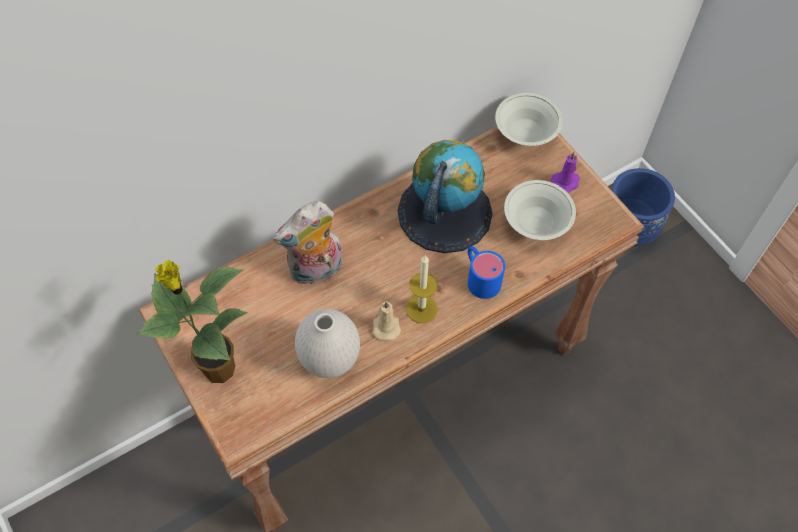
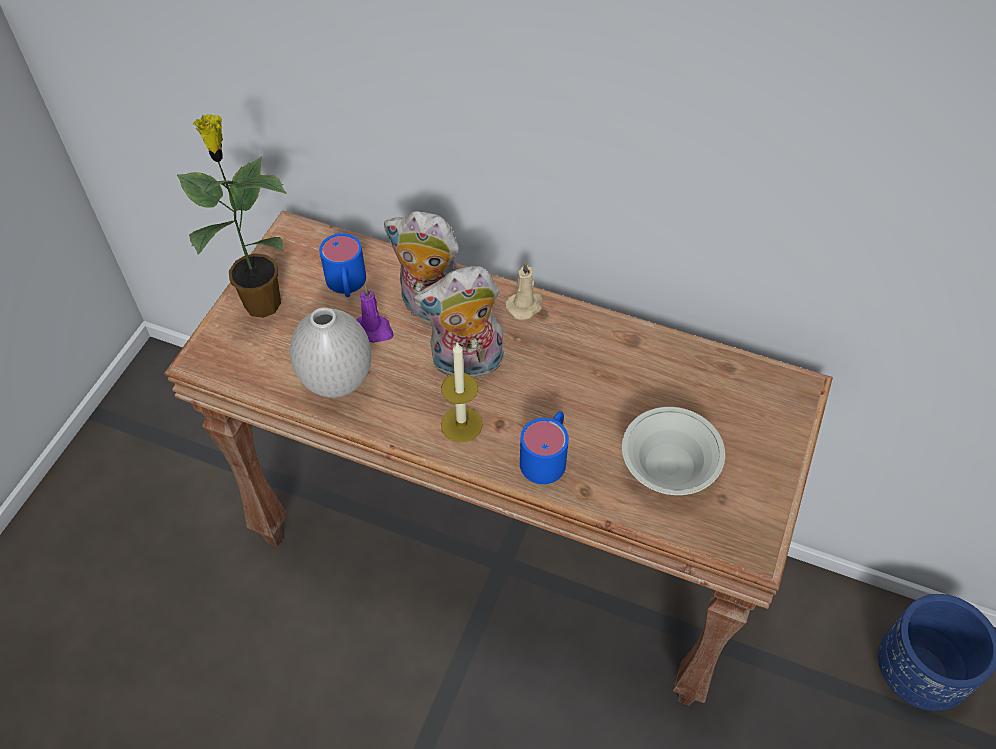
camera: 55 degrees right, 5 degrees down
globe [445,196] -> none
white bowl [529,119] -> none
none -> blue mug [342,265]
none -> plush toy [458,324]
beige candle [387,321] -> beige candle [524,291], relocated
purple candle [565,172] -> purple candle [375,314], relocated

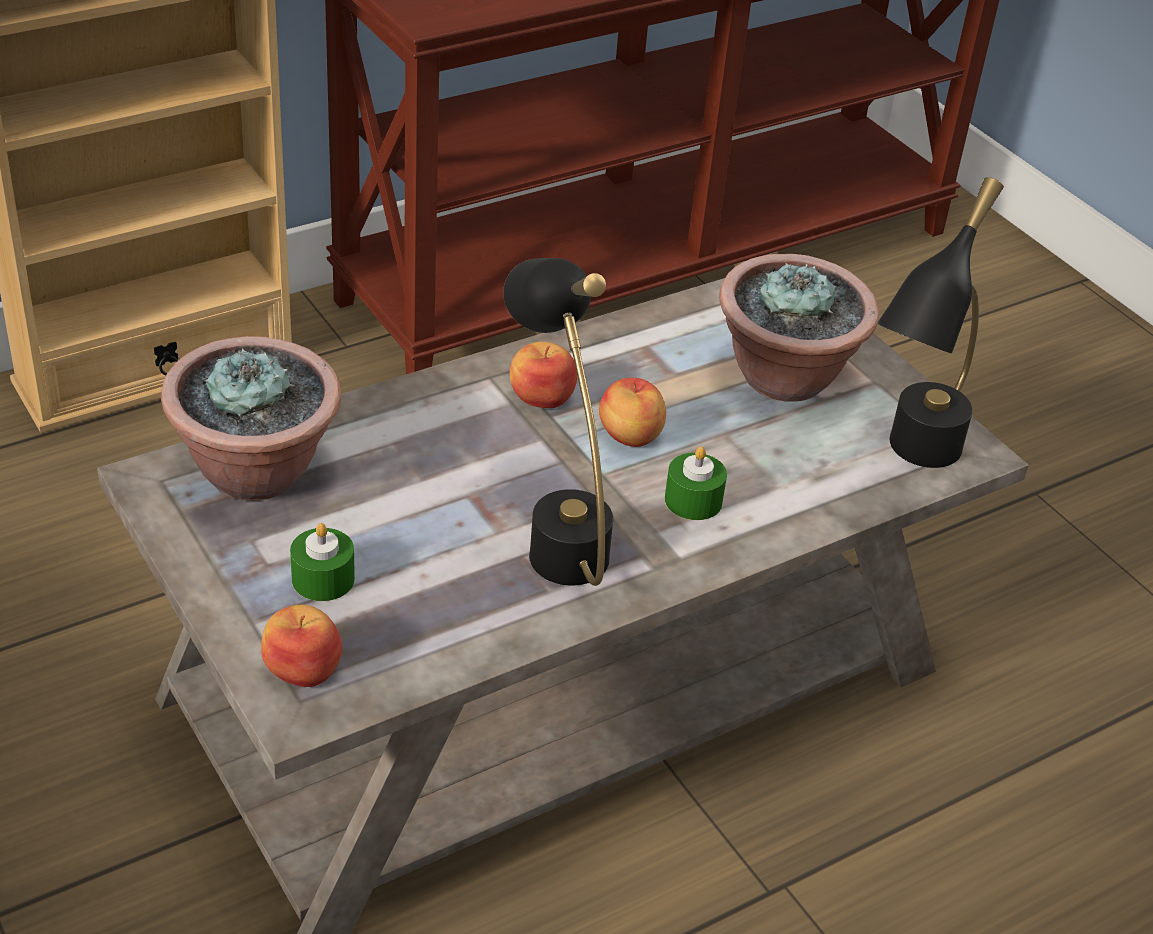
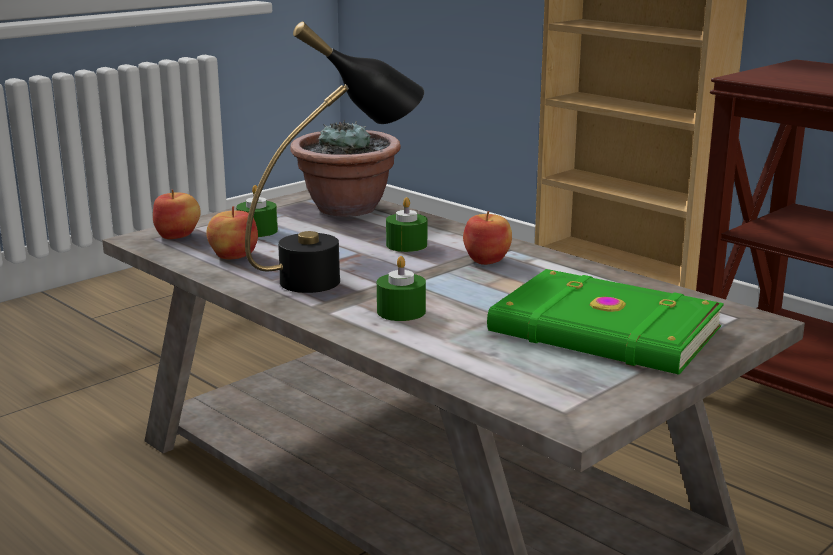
camera: 80 degrees right, 20 degrees down
black table lamp [940,322] -> none
none -> green candle [406,224]
apple [632,412] -> apple [232,232], relocated
potted plant [799,328] -> green book [605,322]

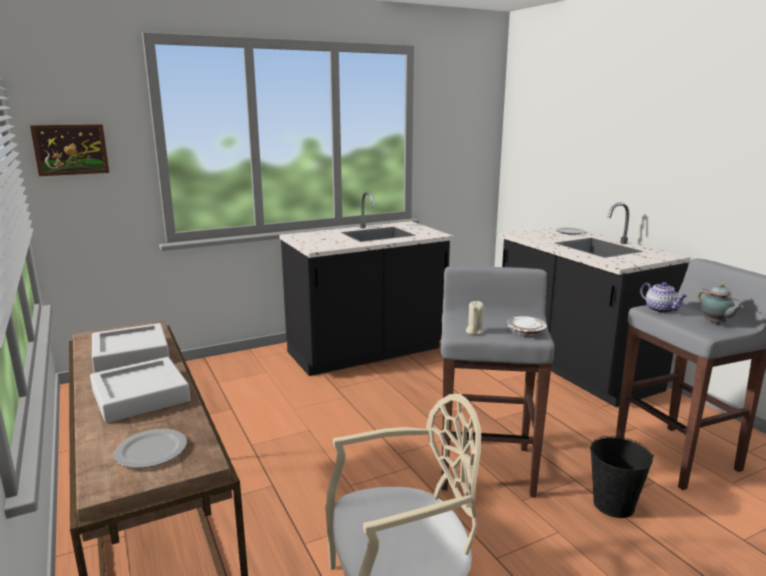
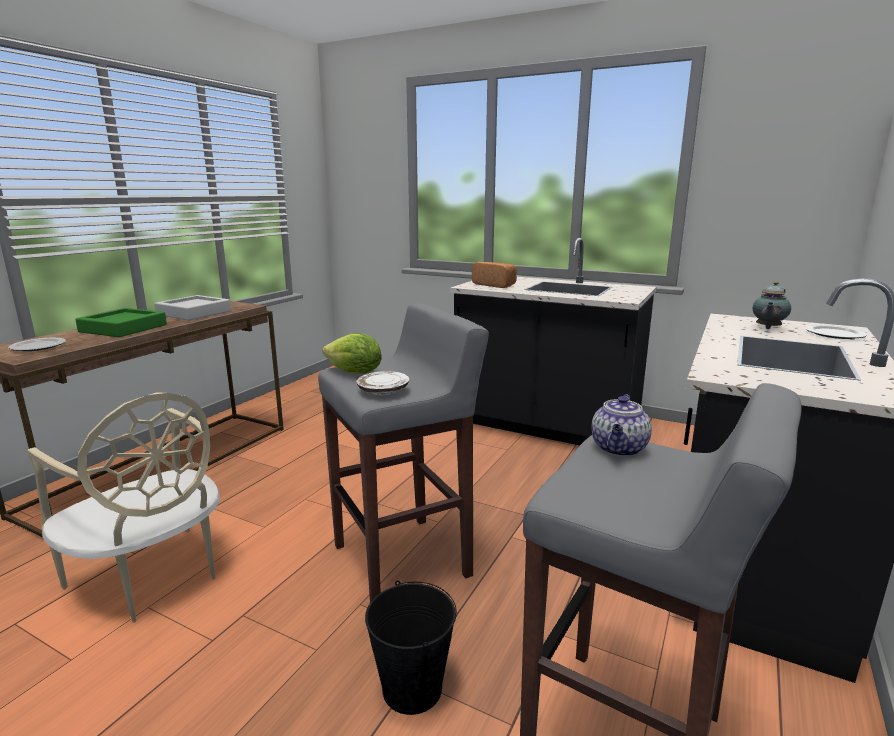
camera: 55 degrees right, 0 degrees up
picture [69,150] -> none
none -> bread [494,275]
teapot [720,303] -> teapot [772,305], relocated
beige candle [475,318] -> lettuce [352,353]
grey tray [140,390] -> green tray [121,322]

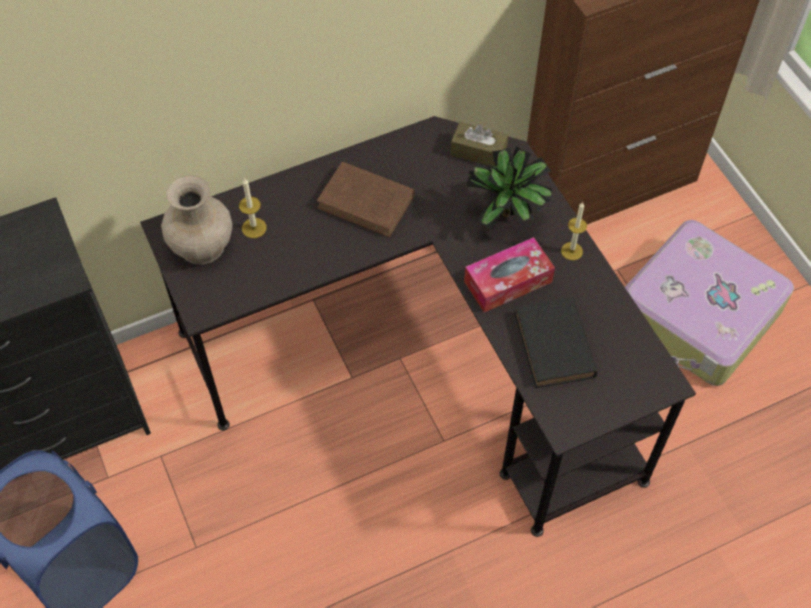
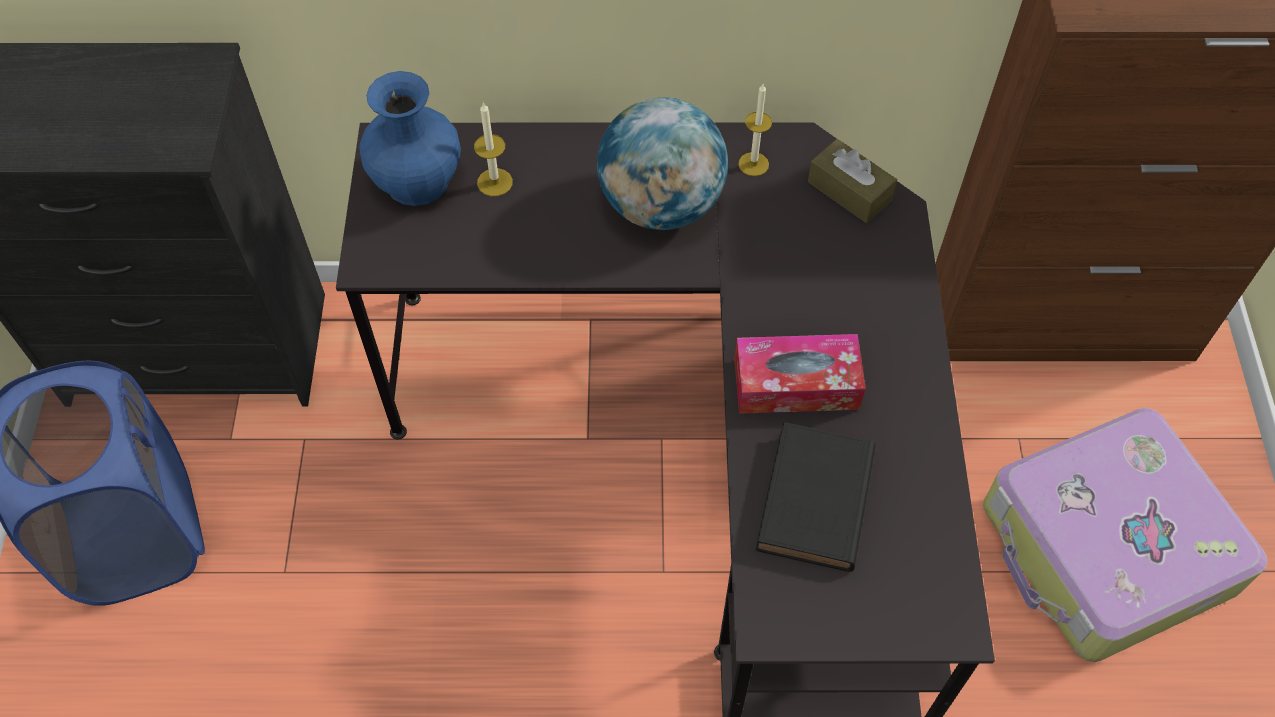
camera: 25 degrees right, 0 degrees up
potted plant [509,188] -> none
candle [574,231] -> candle [755,130], relocated
brown book [366,199] -> globe [662,163]
beige vase [197,220] -> blue vase [410,138]

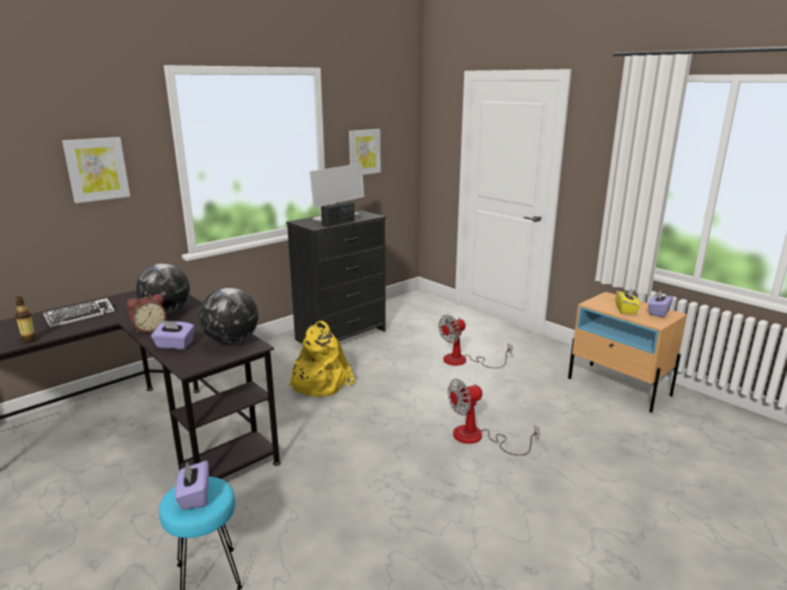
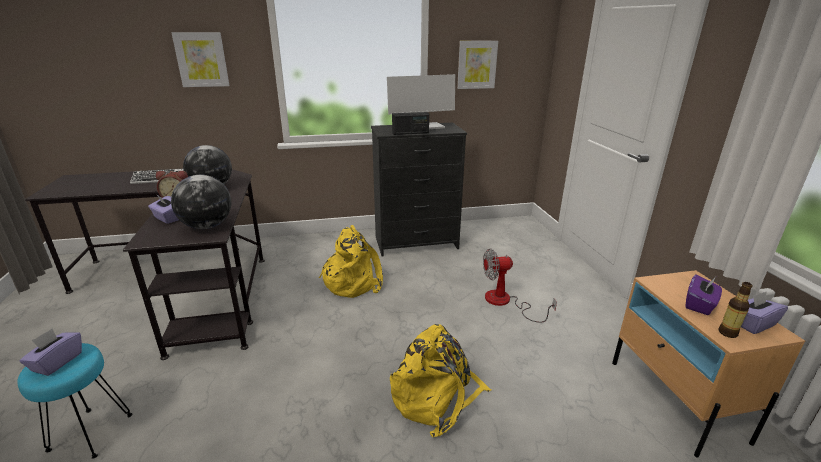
camera: 30 degrees right, 5 degrees up
bottle [26,319] -> bottle [736,310], relocated
fan [494,417] -> yellow backpack [440,380]
yellow tissue box [628,301] -> purple tissue box [703,294]

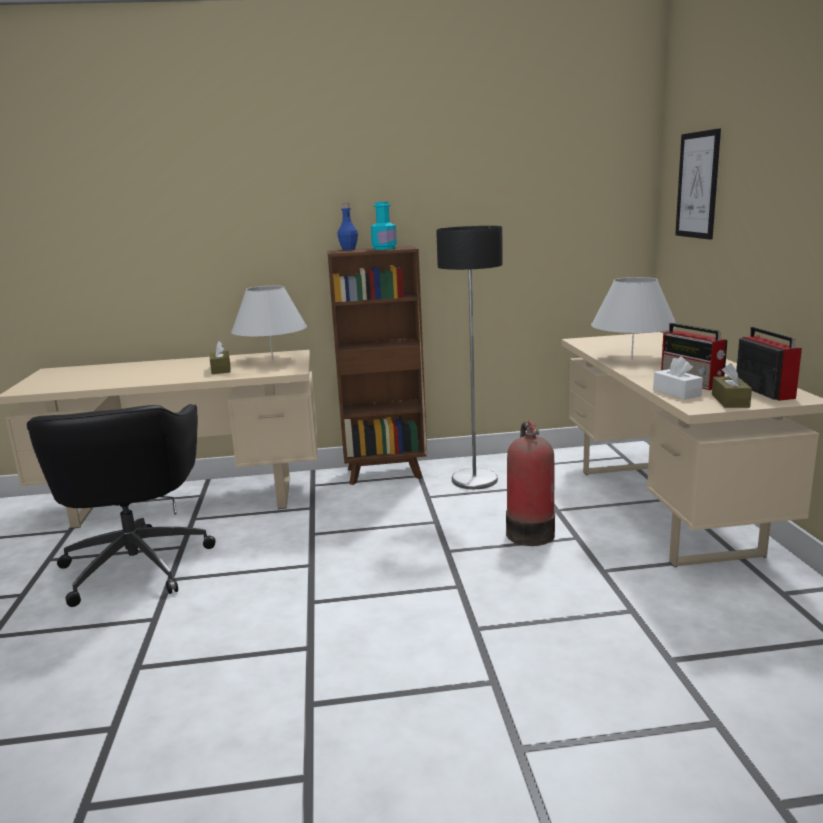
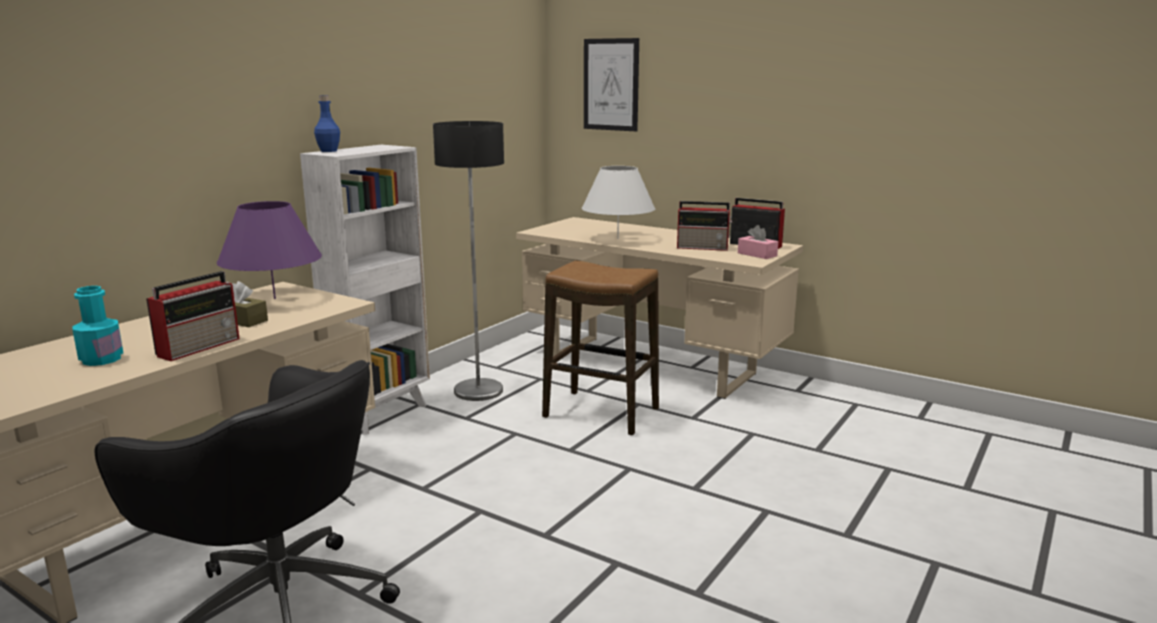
camera: 50 degrees left, 0 degrees up
white tissue box [678,378] -> none
none -> radio [193,316]
turquoise bottle [384,226] -> turquoise bottle [97,326], relocated
fire extinguisher [530,483] -> stool [600,348]
white table lamp [269,323] -> purple table lamp [269,250]
brown bookcase [377,365] -> white bookcase [365,290]
brown tissue box [732,385] -> pink tissue box [758,242]

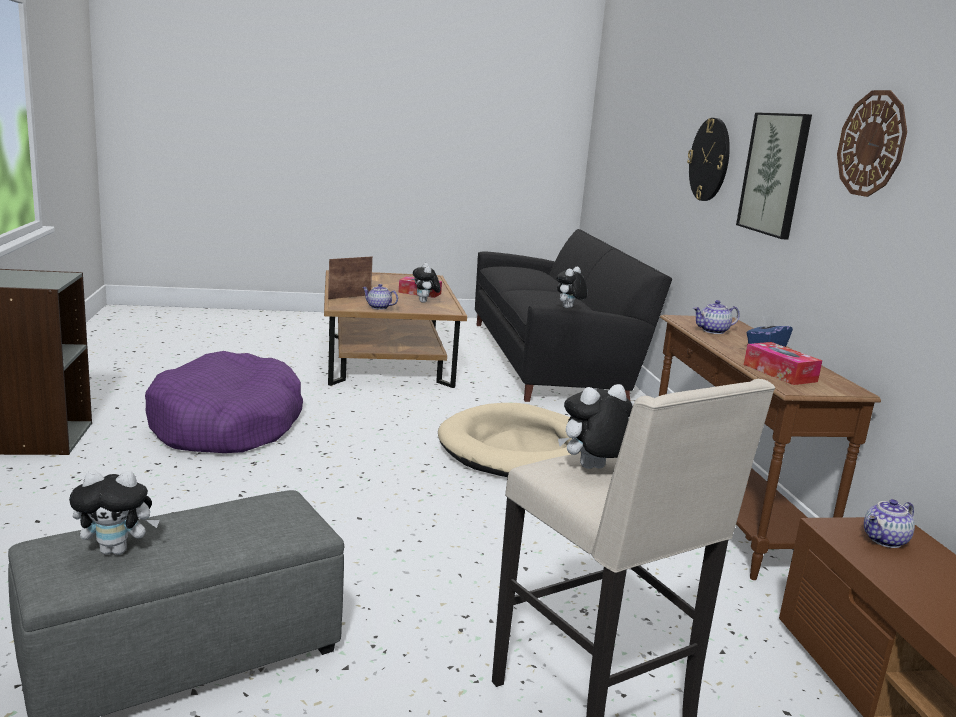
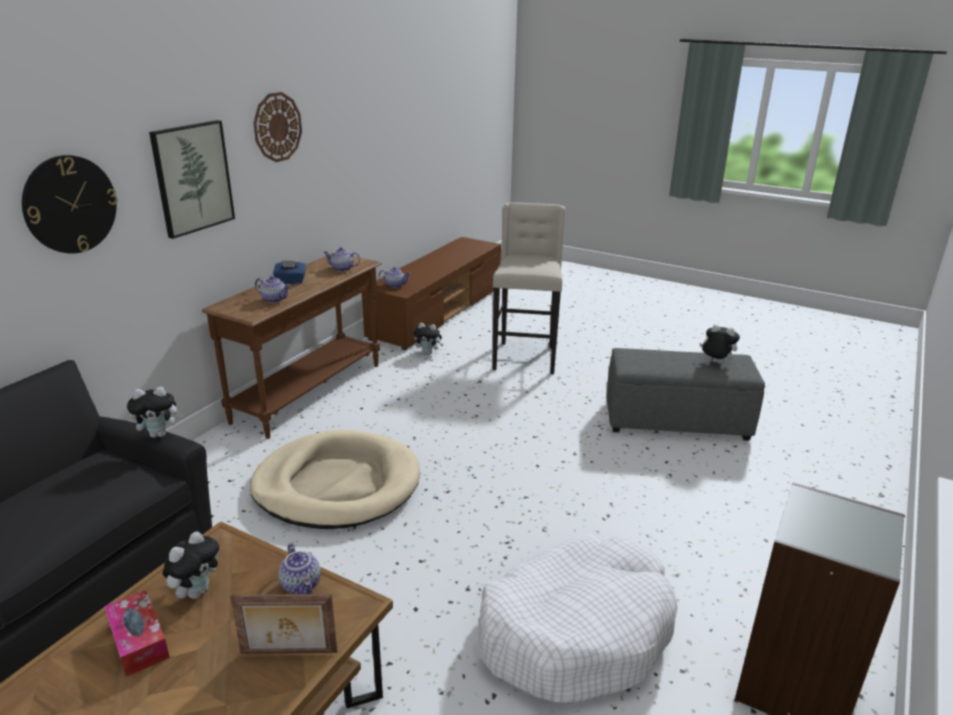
camera: 140 degrees left, 10 degrees up
plush toy [595,426] -> plush toy [428,339], relocated
tissue box [783,363] -> teapot [341,259]
purple dog bed [224,402] -> white dog bed [578,618]

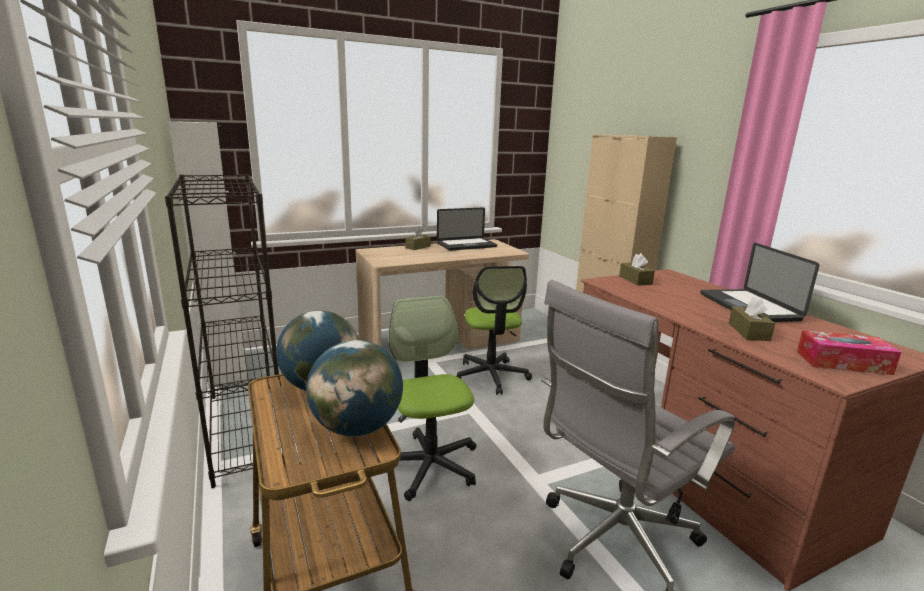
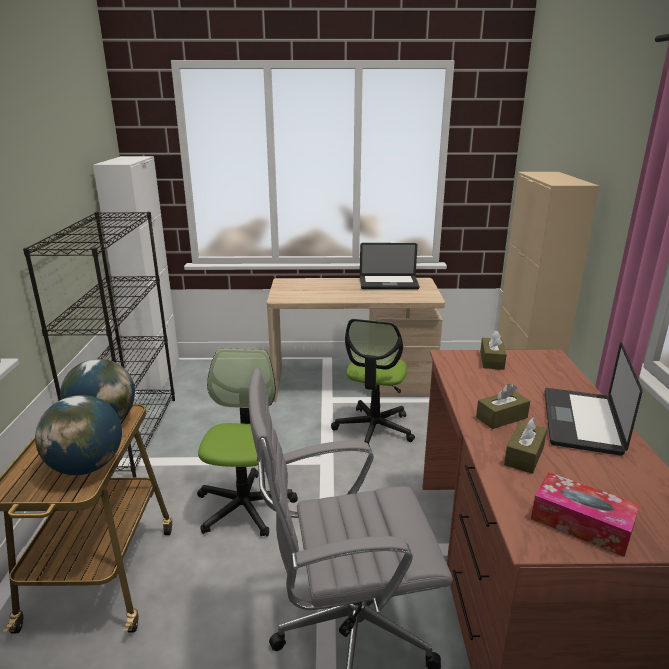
camera: 25 degrees right, 5 degrees up
brown tissue box [418,238] -> brown tissue box [503,406], relocated

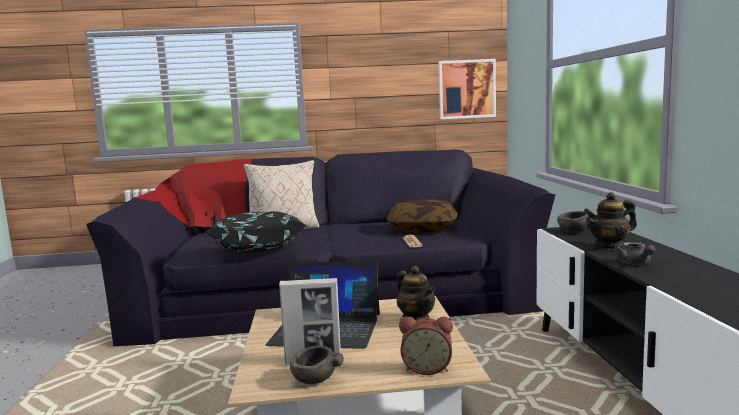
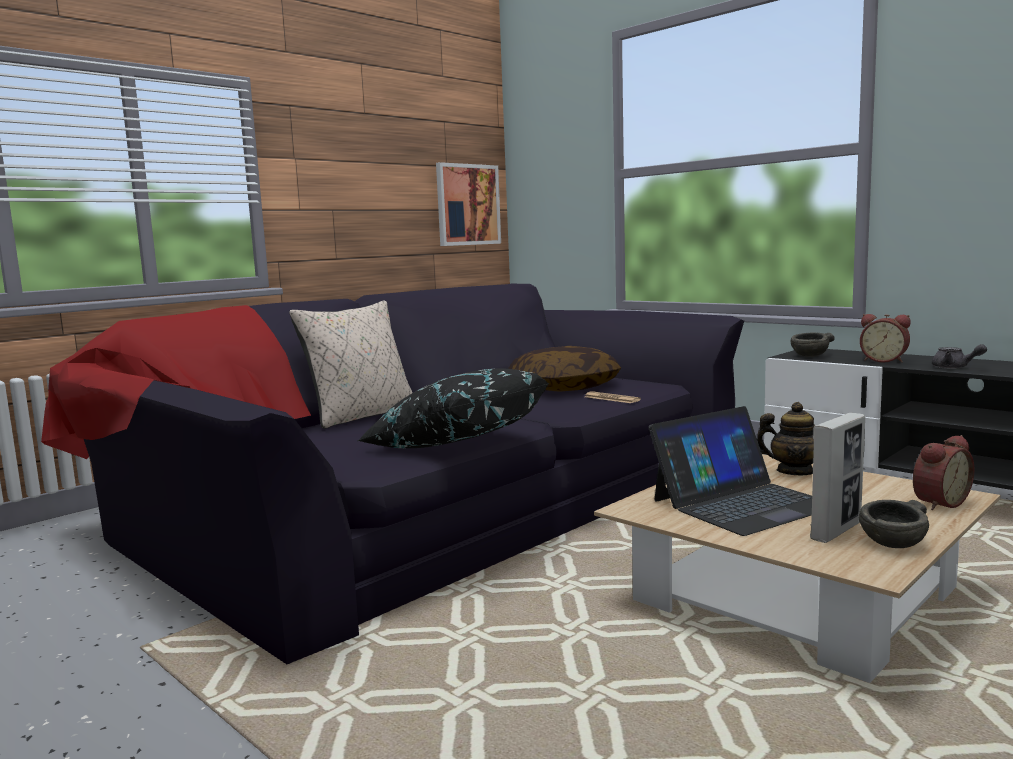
camera: 40 degrees left, 0 degrees up
teapot [610,221] -> alarm clock [885,338]

